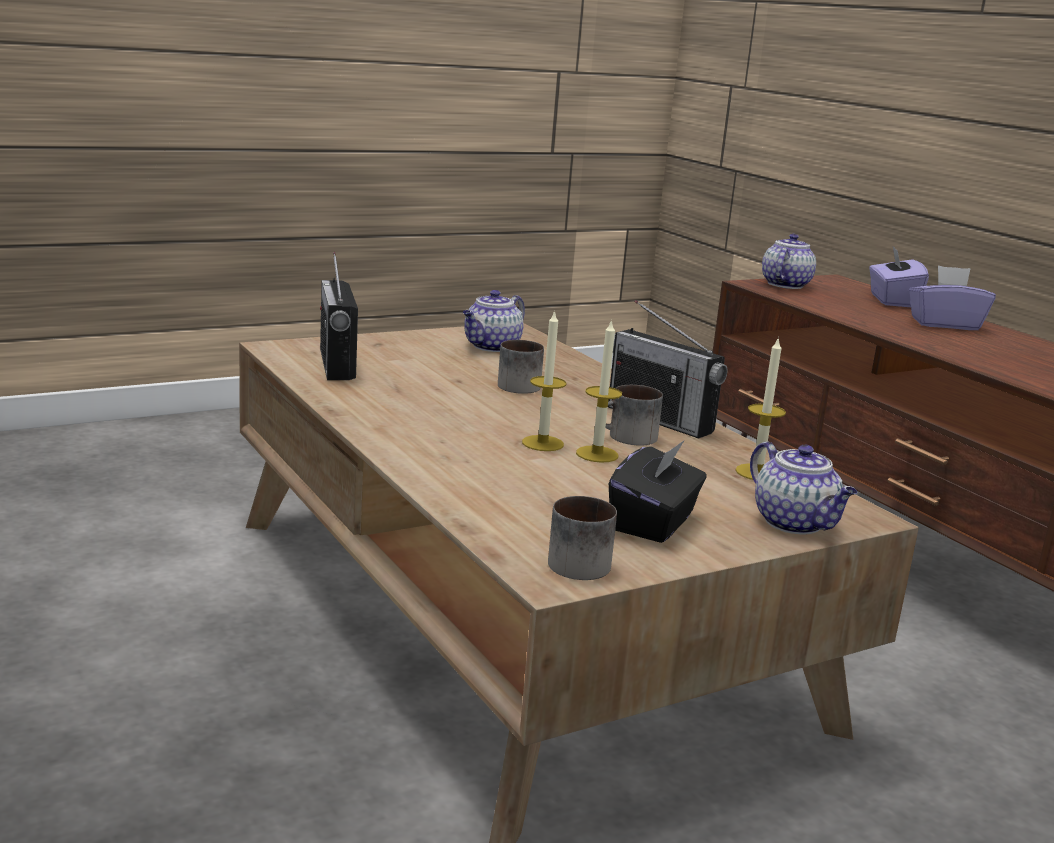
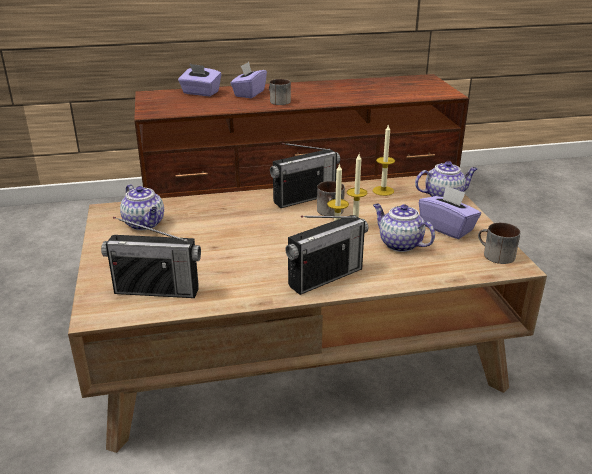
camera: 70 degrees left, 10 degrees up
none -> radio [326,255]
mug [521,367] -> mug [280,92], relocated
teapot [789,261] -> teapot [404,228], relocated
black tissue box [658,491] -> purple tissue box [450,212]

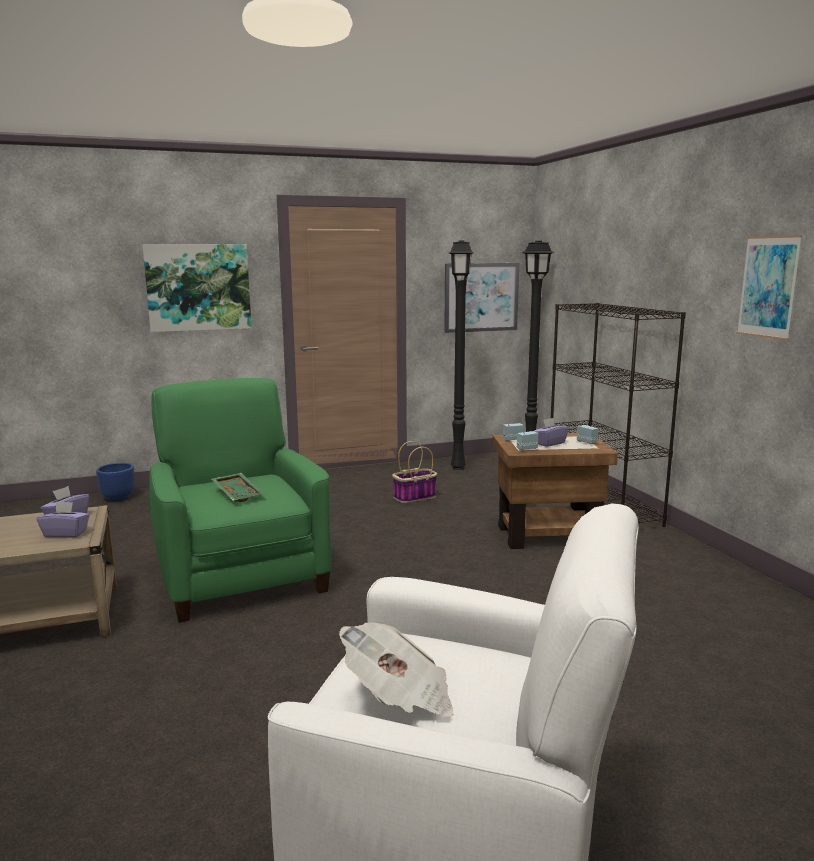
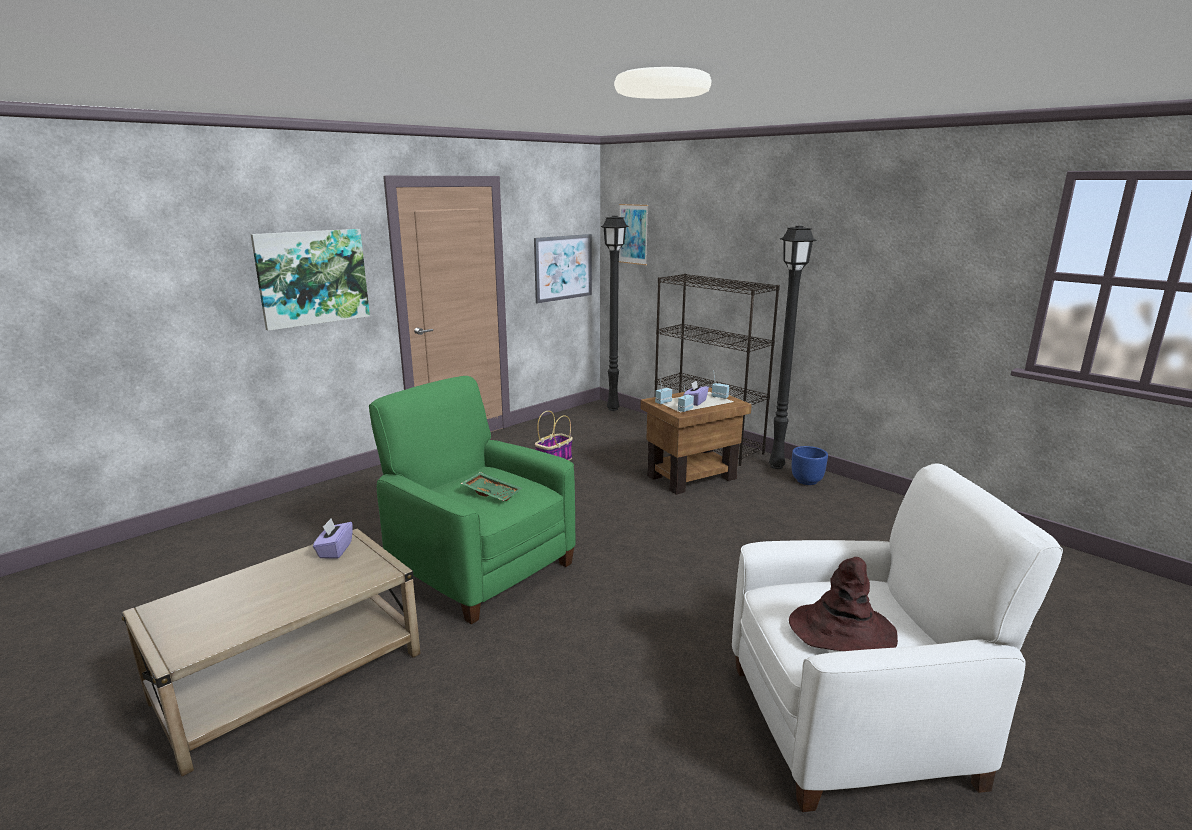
camera: 25 degrees left, 5 degrees up
purple tissue box [63,520] -> none
blue planter [115,482] -> blue planter [810,465], relocated
black floor lamp [461,355] -> black floor lamp [793,347], relocated
picture [769,287] -> picture [633,234], relocated
newspaper [396,669] -> brown hat [843,604]

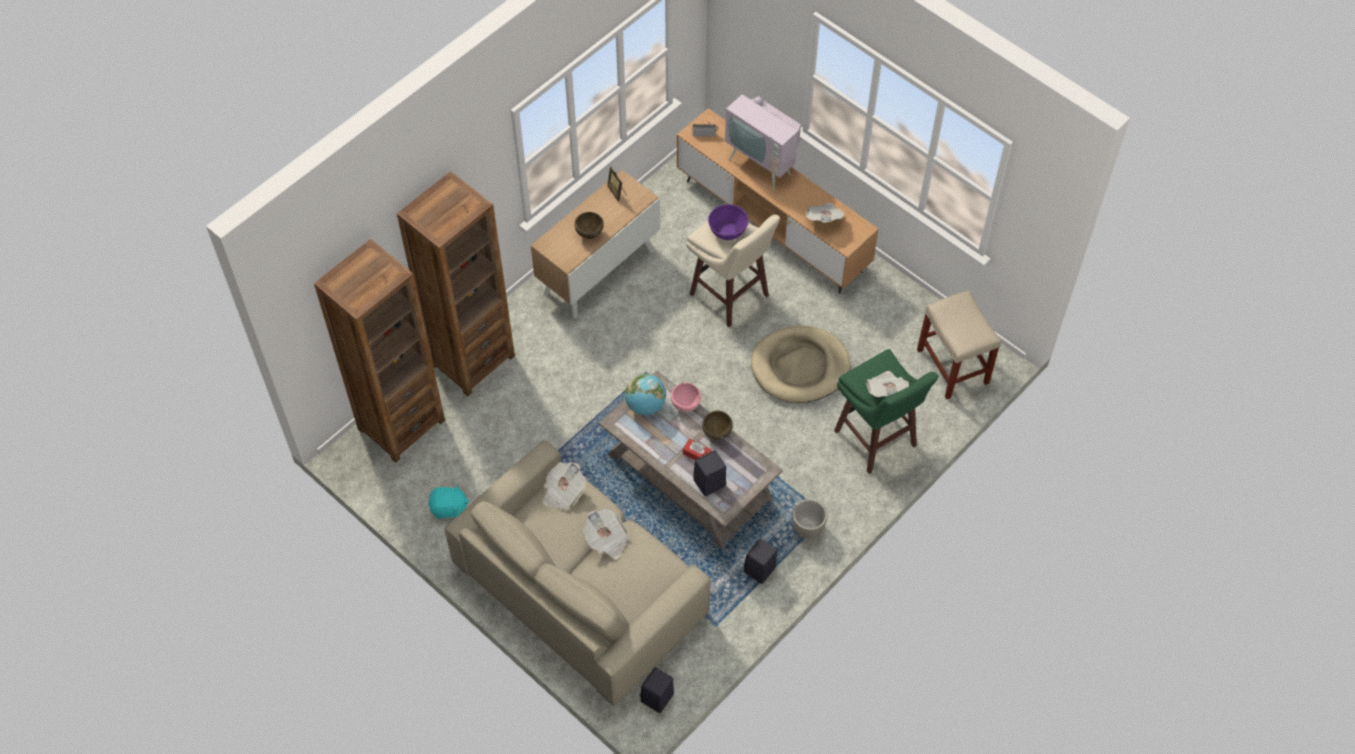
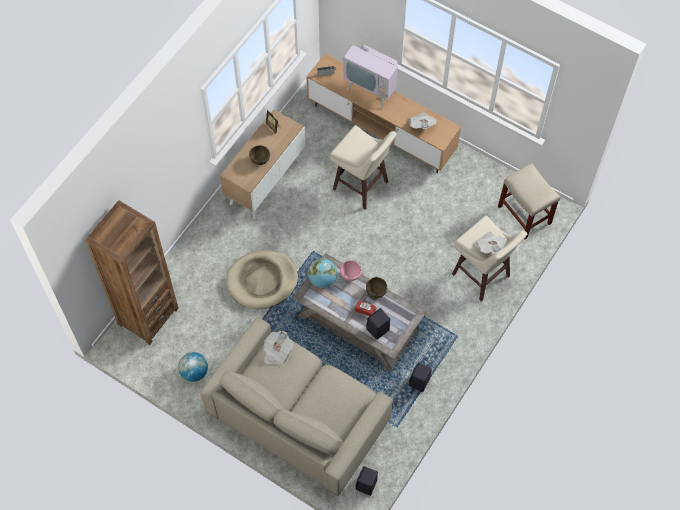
camera: 10 degrees left, 5 degrees up
brown bookcase [456,283] -> none
newspaper [606,534] -> none
purple bowl [728,222] -> none
grey planter [809,519] -> none
beige dog bed [800,364] -> beige dog bed [262,279], relocated
turquoise plush toy [449,501] -> globe [193,367]
green stool [886,411] -> beige stool [489,258]

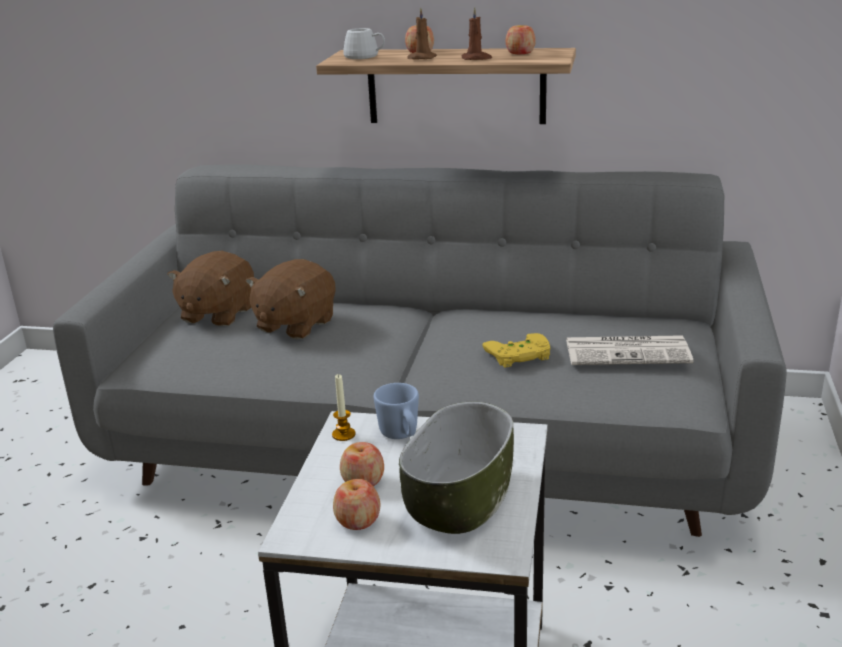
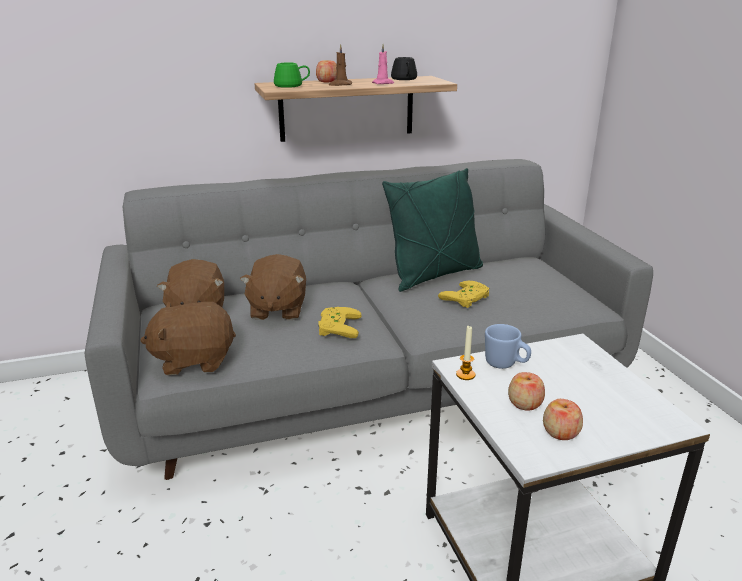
camera: 30 degrees left, 0 degrees up
bowl [456,468] -> none
newspaper [629,350] -> none
none -> brown plush toy [188,338]
none -> yellow game controller [339,322]
none -> green pillow [432,230]
apple [521,39] -> black mug [404,68]
white mug [364,43] -> green mug [292,75]
brown candle [477,33] -> pink candle [383,64]

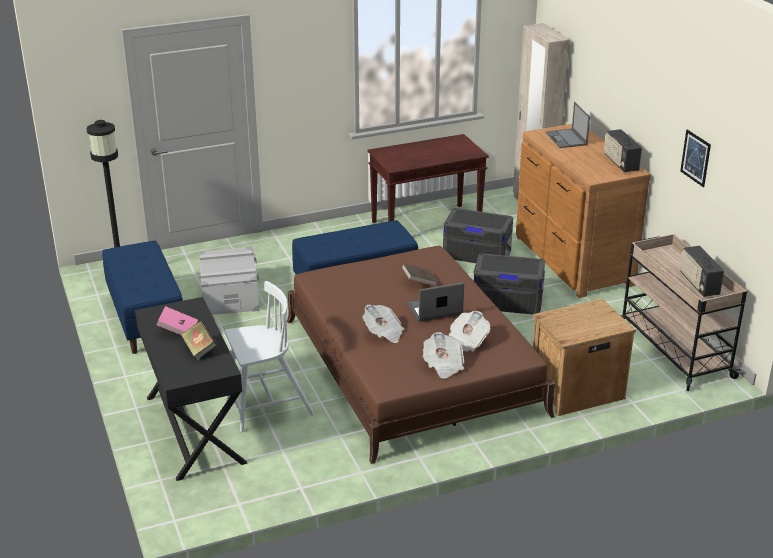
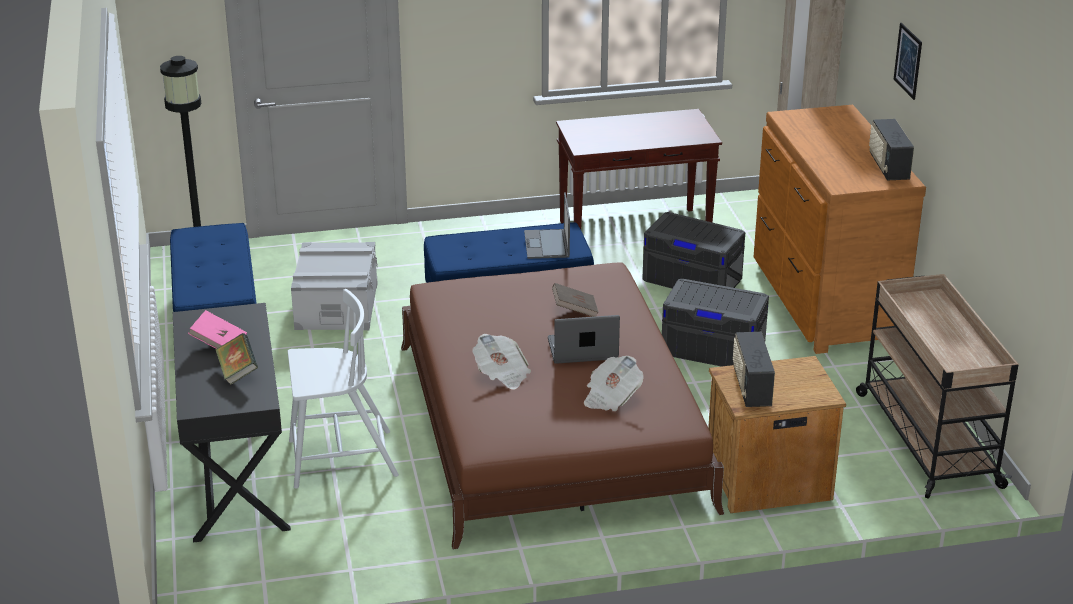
camera: 10 degrees right, 0 degrees up
newspaper [443,355] -> none
laptop [568,125] -> laptop [547,225], relocated
picture [695,158] -> picture [908,61], relocated
radio [702,271] -> radio [754,369], relocated

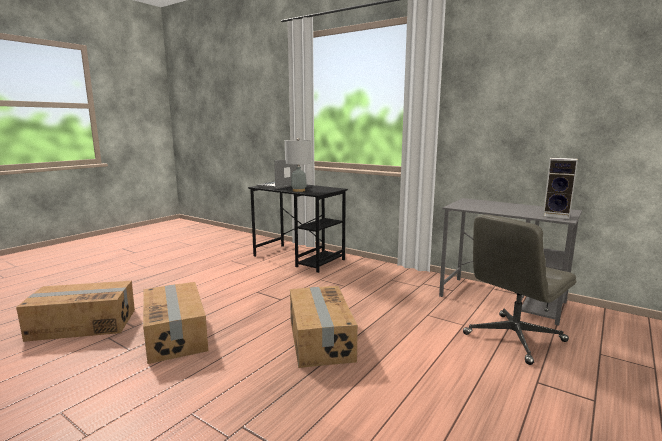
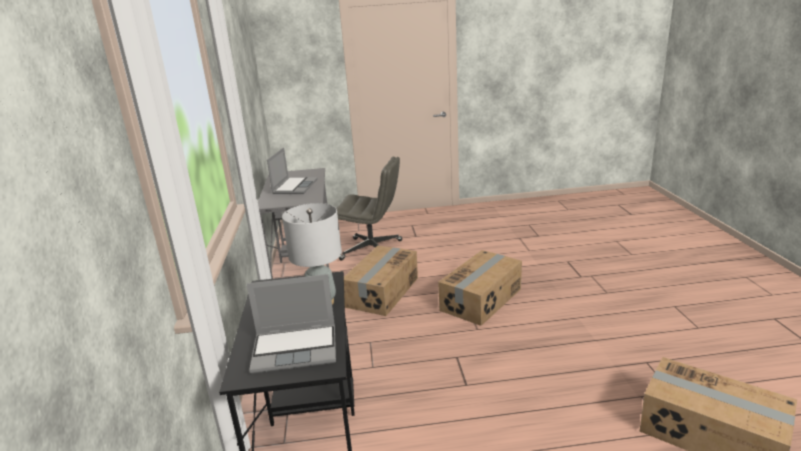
camera: 130 degrees left, 10 degrees up
speaker [560,188] -> none
none -> laptop [292,171]
cardboard box [175,323] -> cardboard box [381,281], relocated

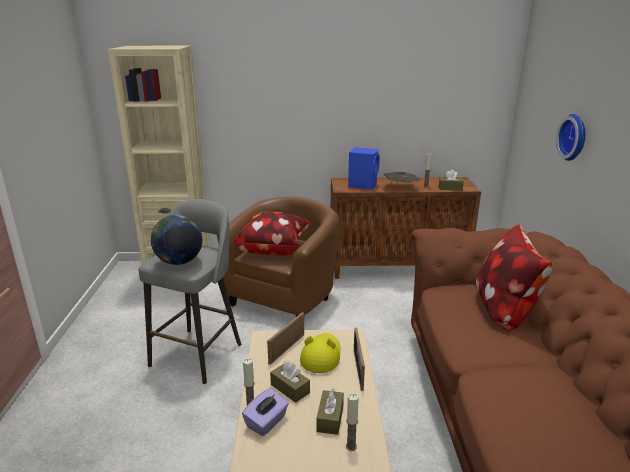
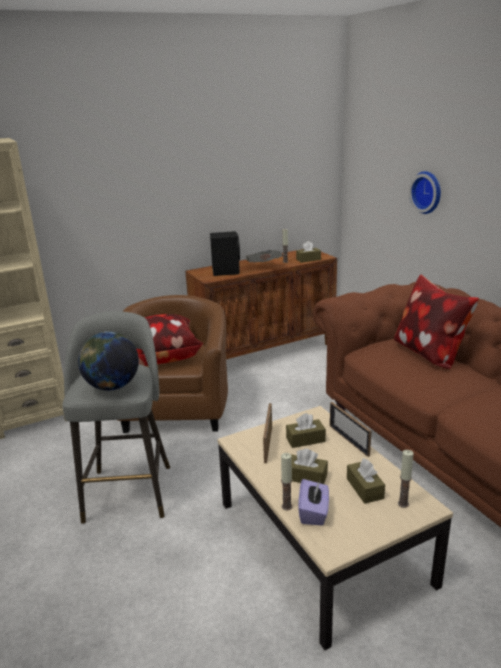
camera: 25 degrees left, 0 degrees up
yellow hat [320,353] -> brown tissue box [306,430]
blue speaker [364,168] -> black speaker [225,253]

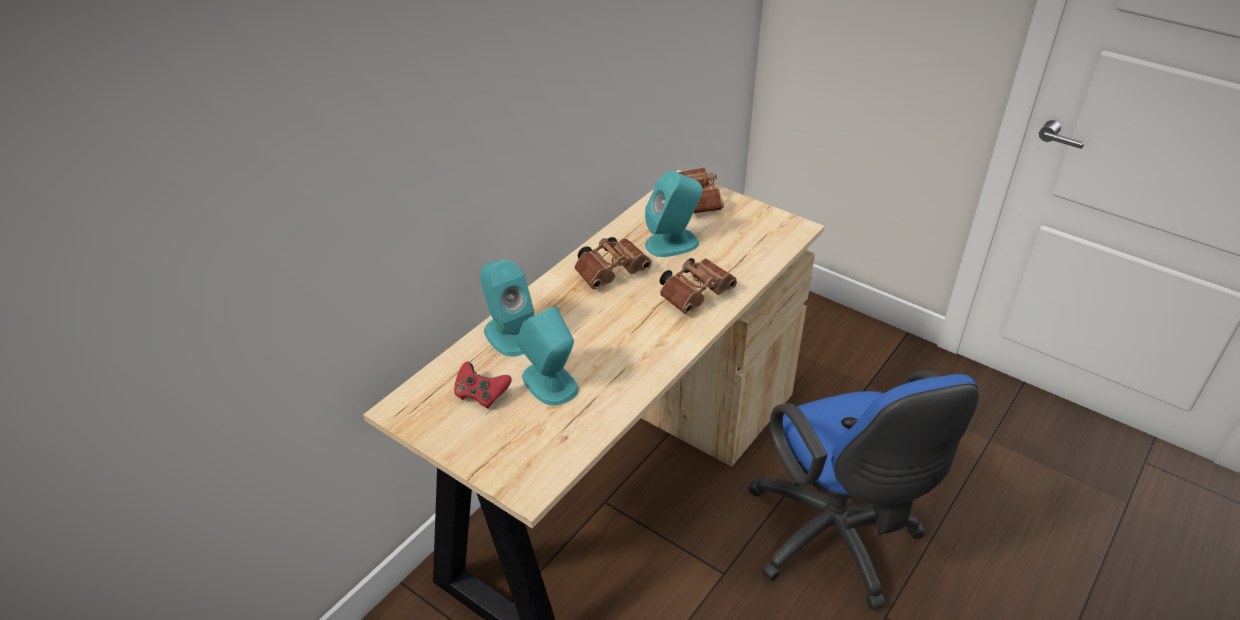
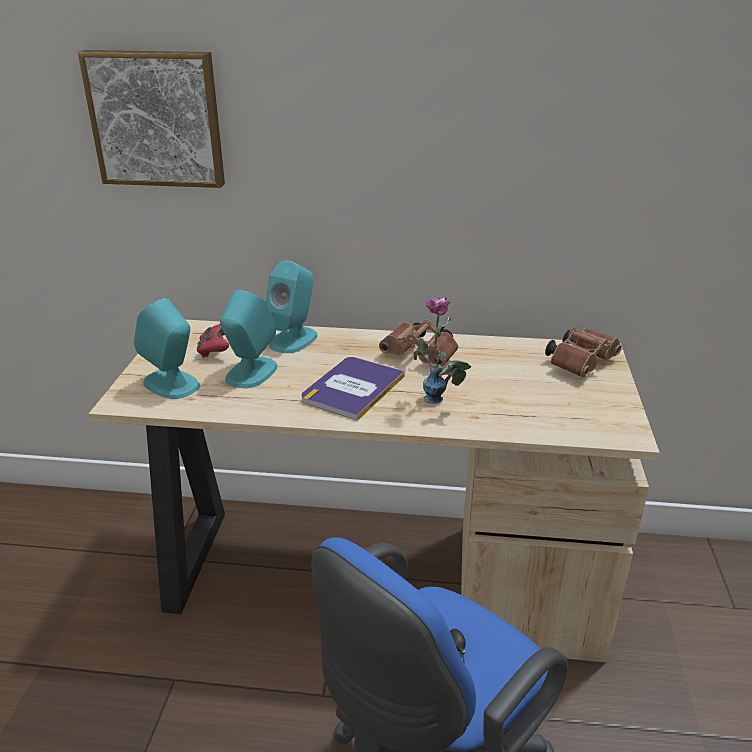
camera: 60 degrees right, 10 degrees down
none -> picture [151,119]
none -> book [353,389]
turquoise speaker [674,214] -> turquoise speaker [167,348], relocated
brown binoculars [698,286] -> vase [442,350]

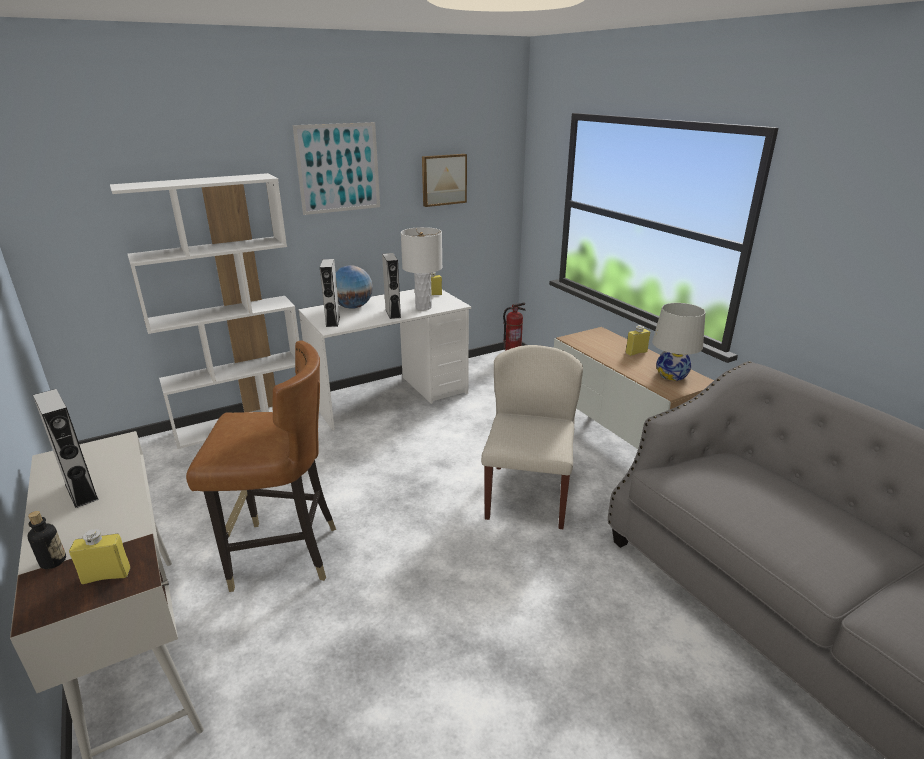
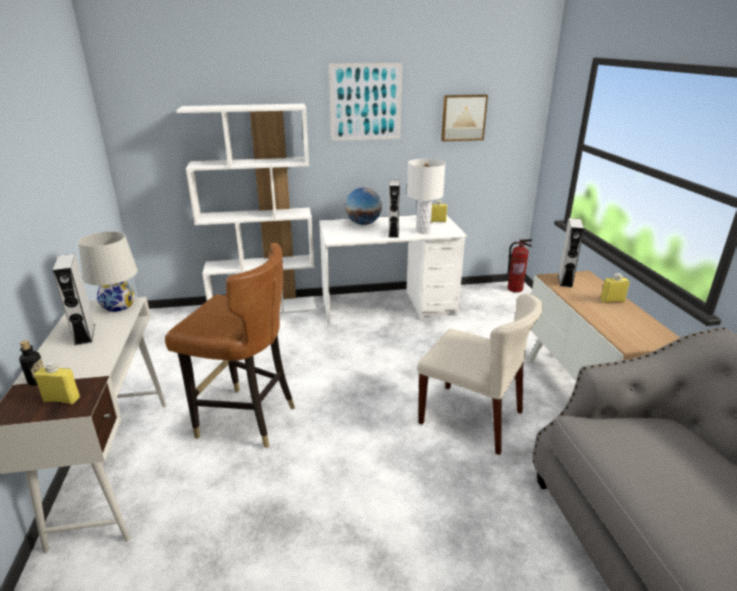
camera: 20 degrees right, 0 degrees up
grey speaker [330,293] -> grey speaker [571,253], relocated
white table lamp [678,342] -> white table lamp [108,271], relocated
beige chair [532,437] -> beige chair [480,374], 90 degrees clockwise

